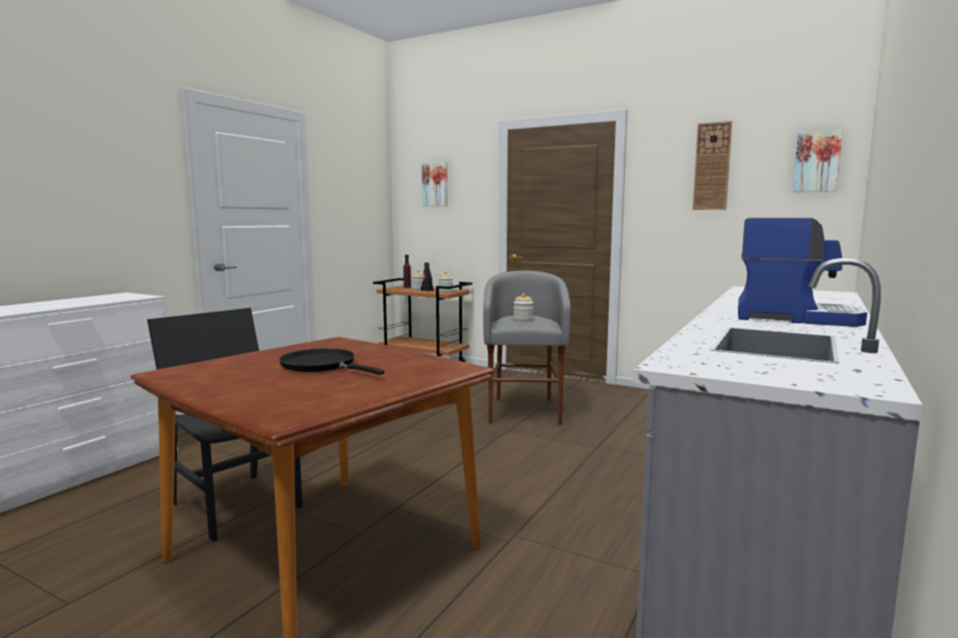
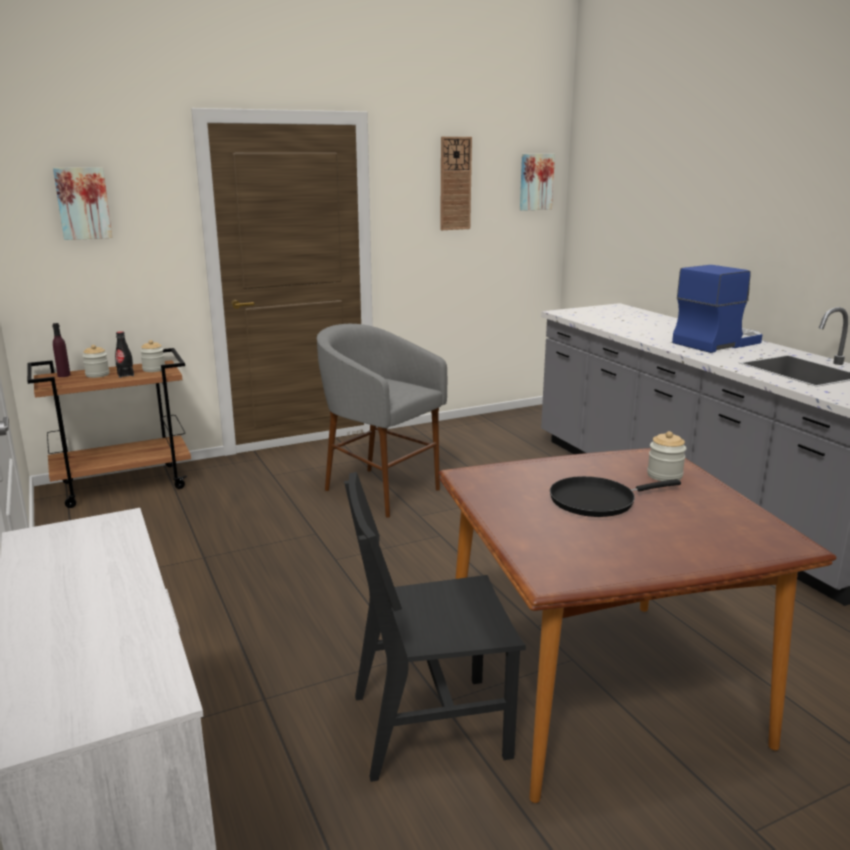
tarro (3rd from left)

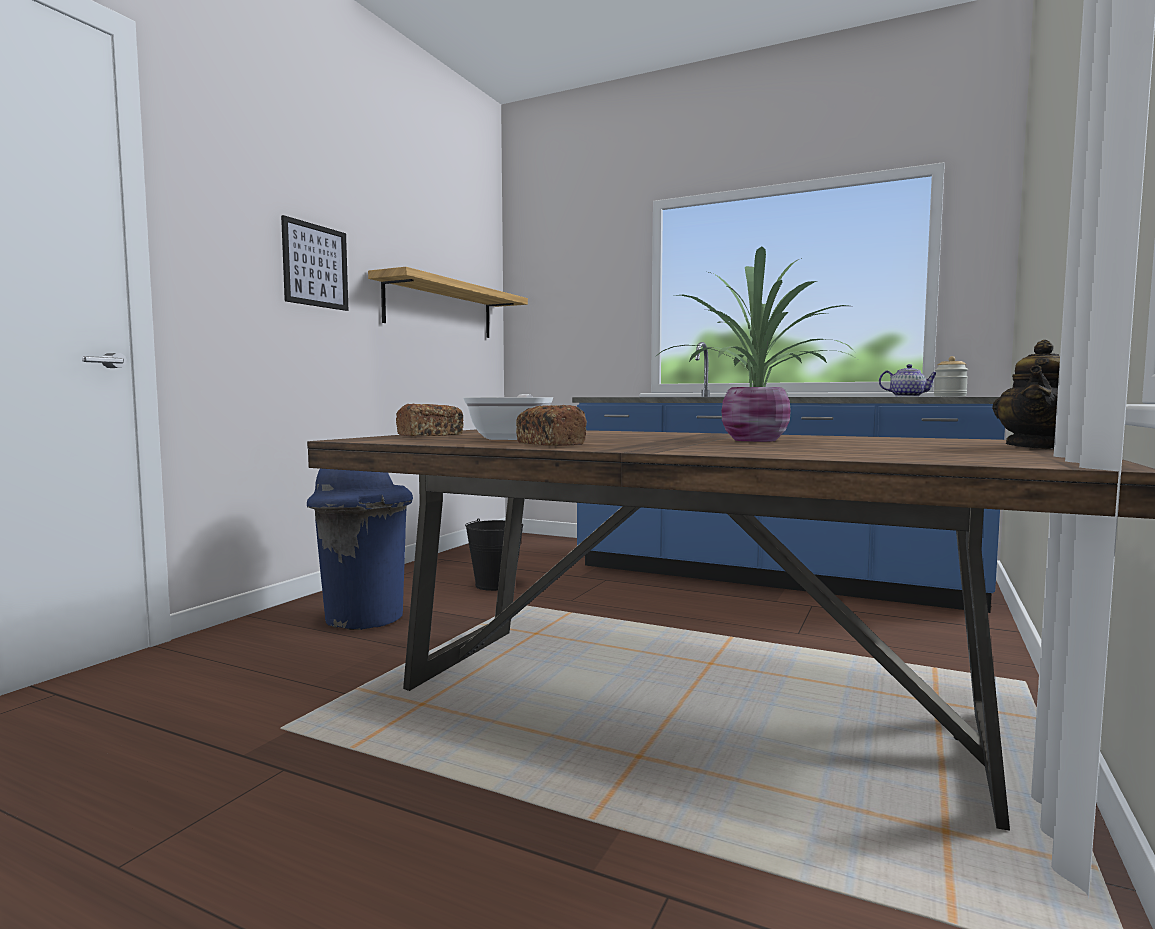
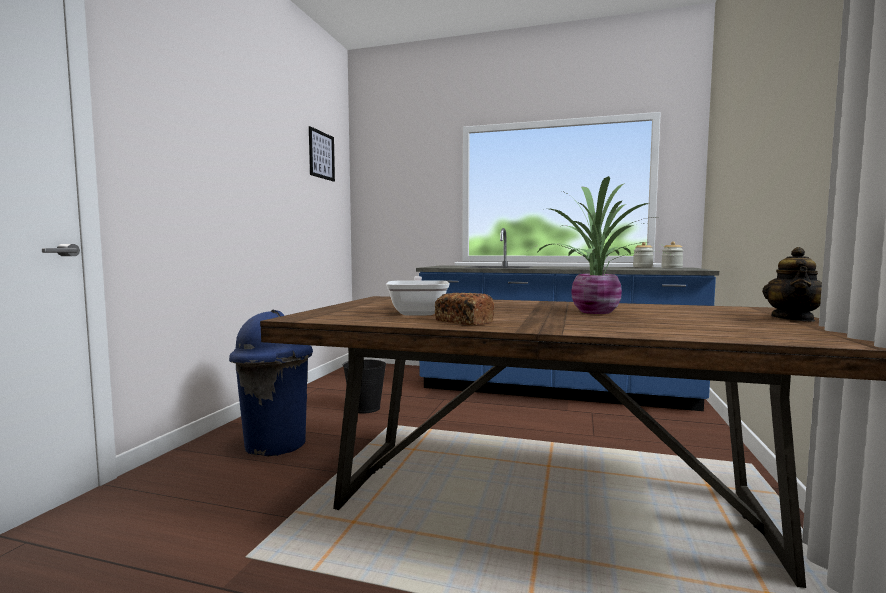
cuadro
tarro (1st from left)
estante
pan (1st from left in the first image)

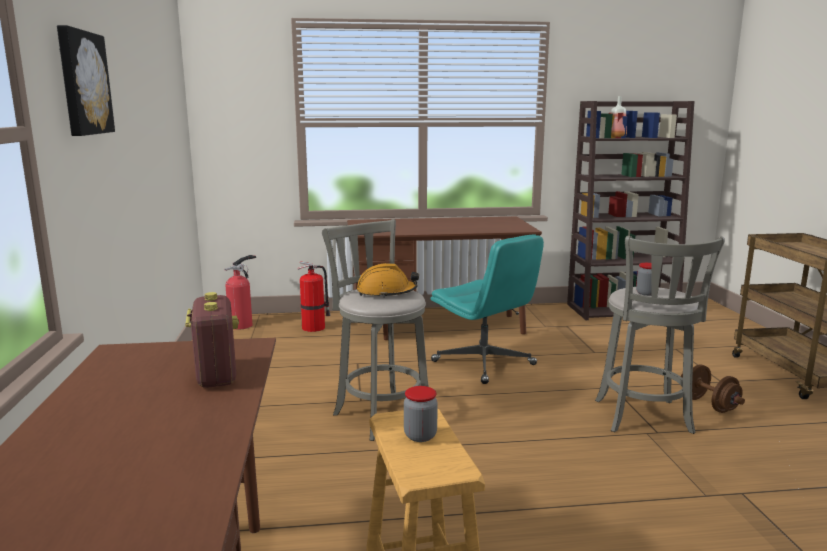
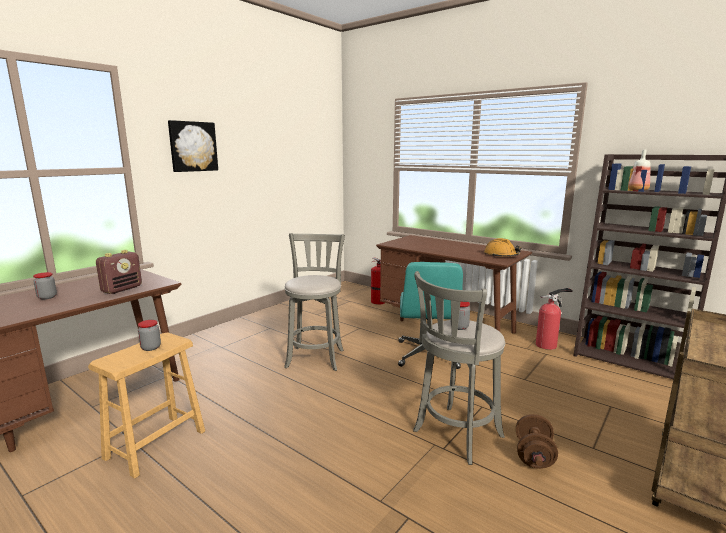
tarro (1st from left)
casco/naranja
extintor (2nd from left)

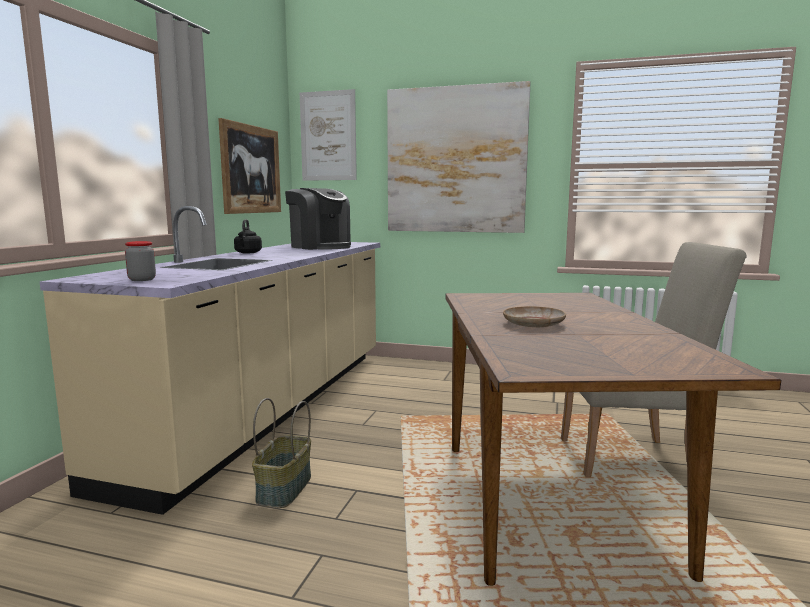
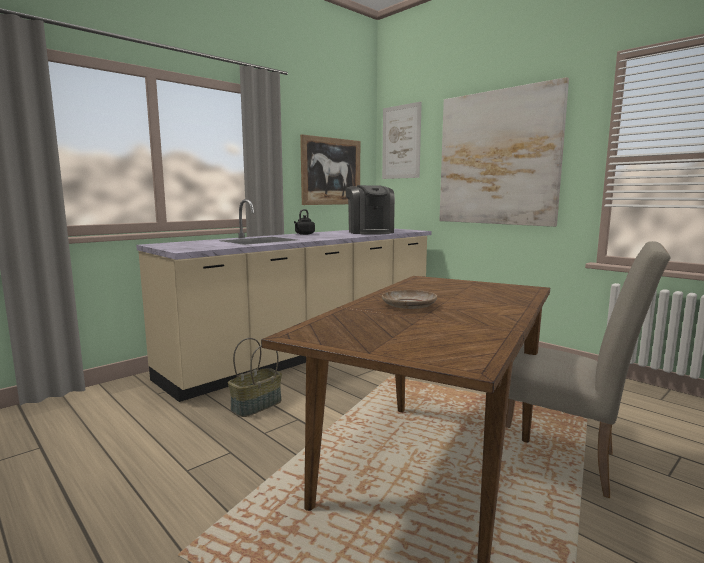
tarro

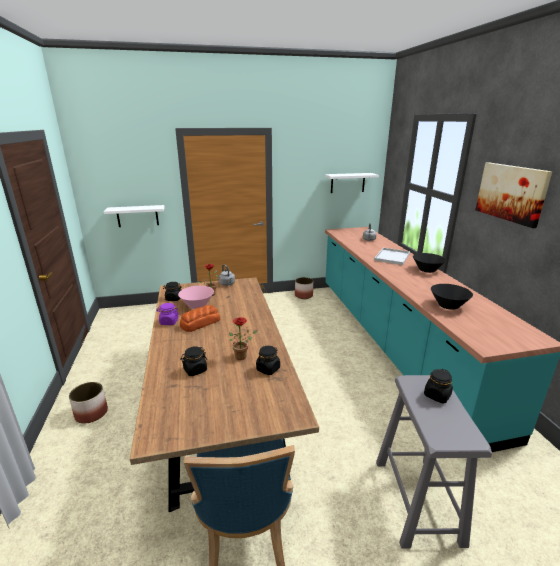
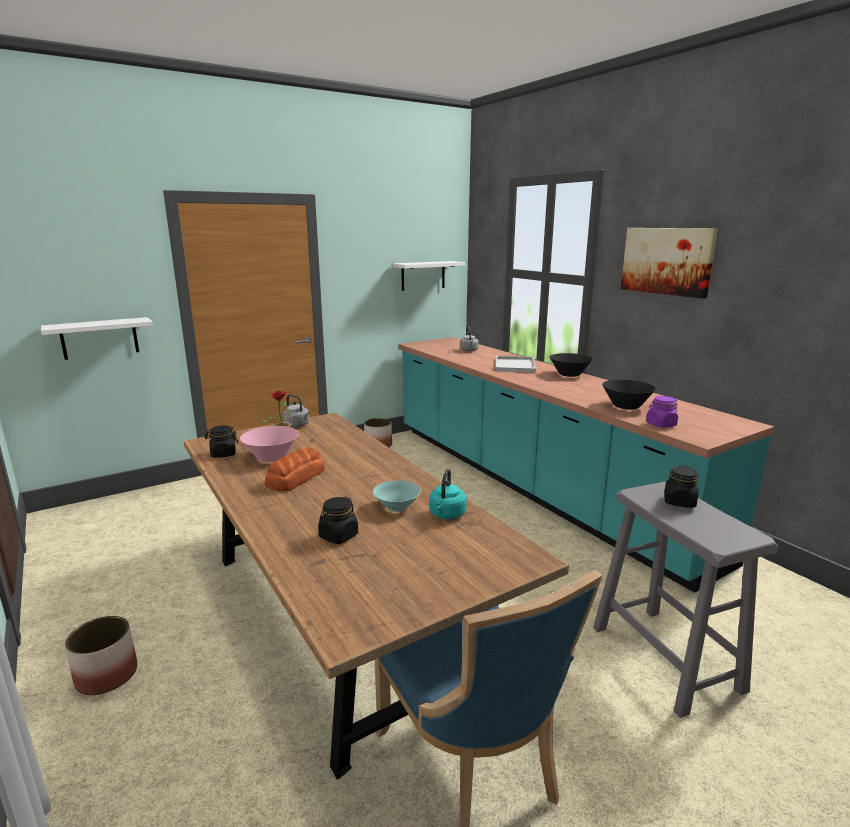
cuenco/turquesa
hervidor/turquesa
tarro/morado

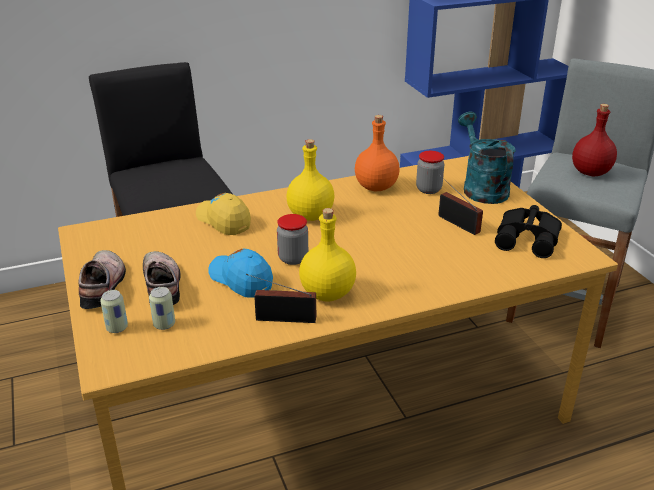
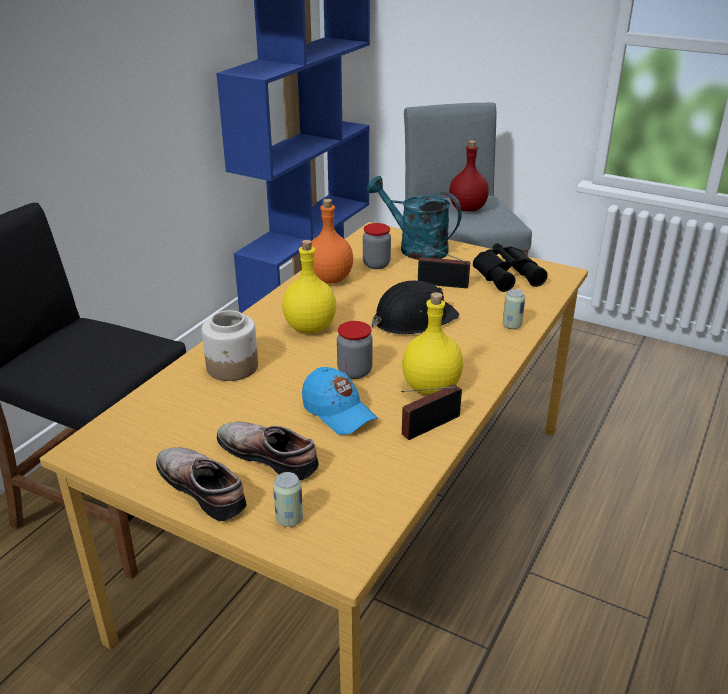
tarro (1st from left)
gorra/azul
casco/negro
lata (2nd from left)

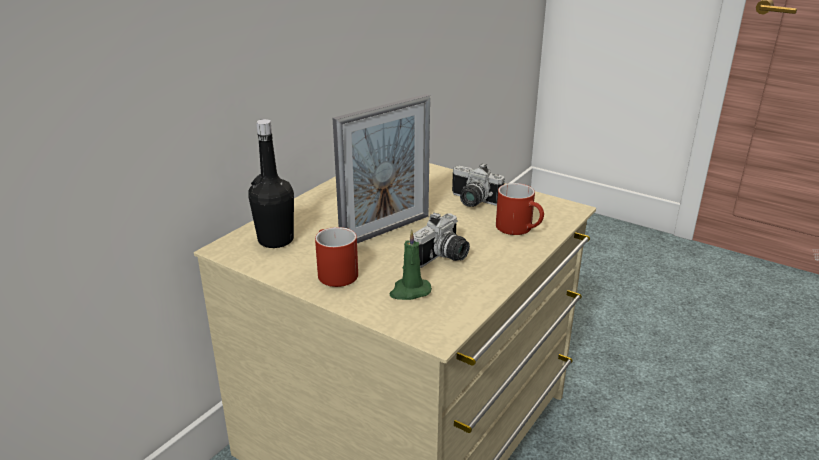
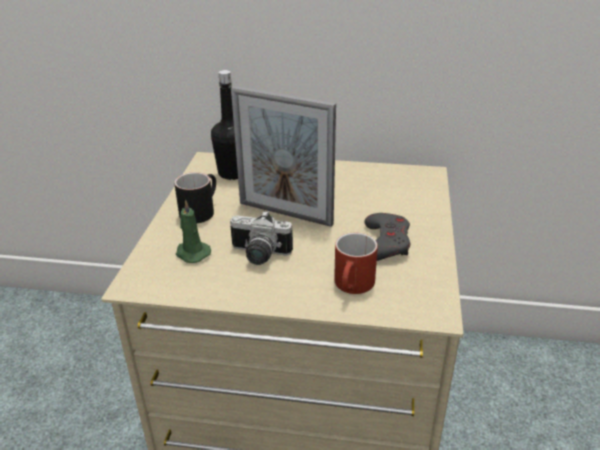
taza grande/negro
mando de consola/gris

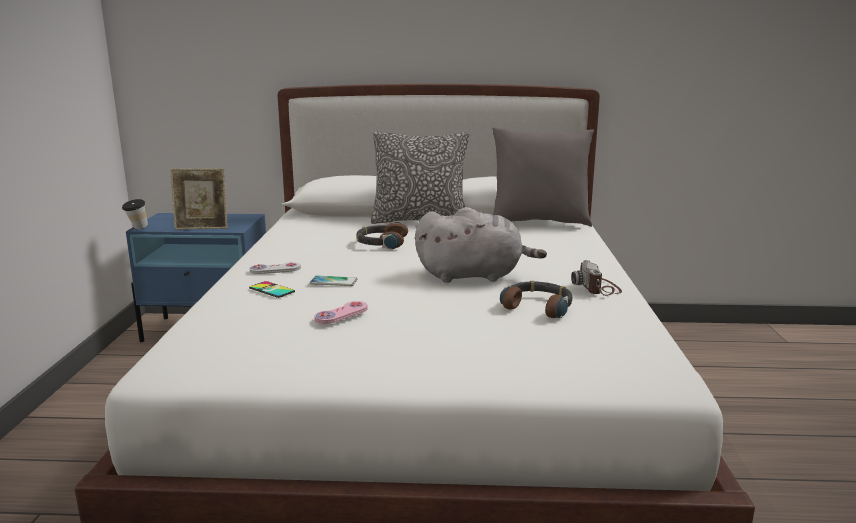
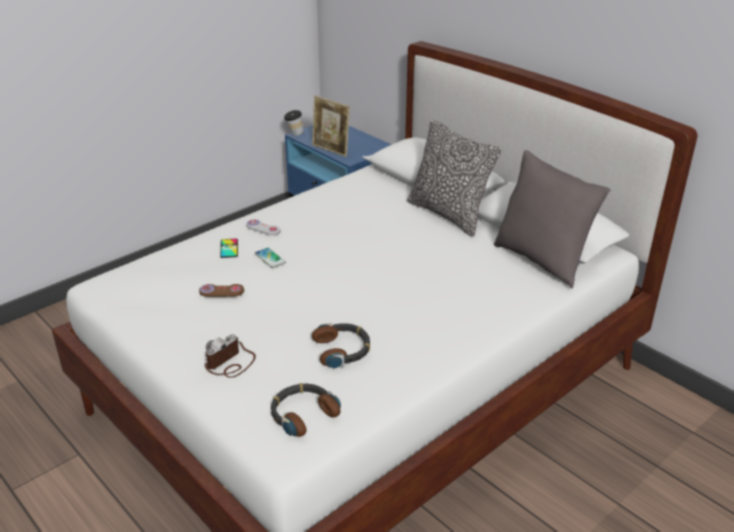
mando de consola/marrón
cámara
auriculares (1st from left)
peluche/gris

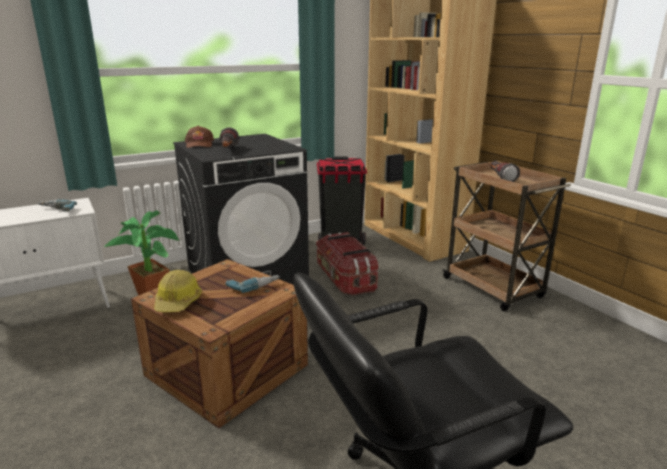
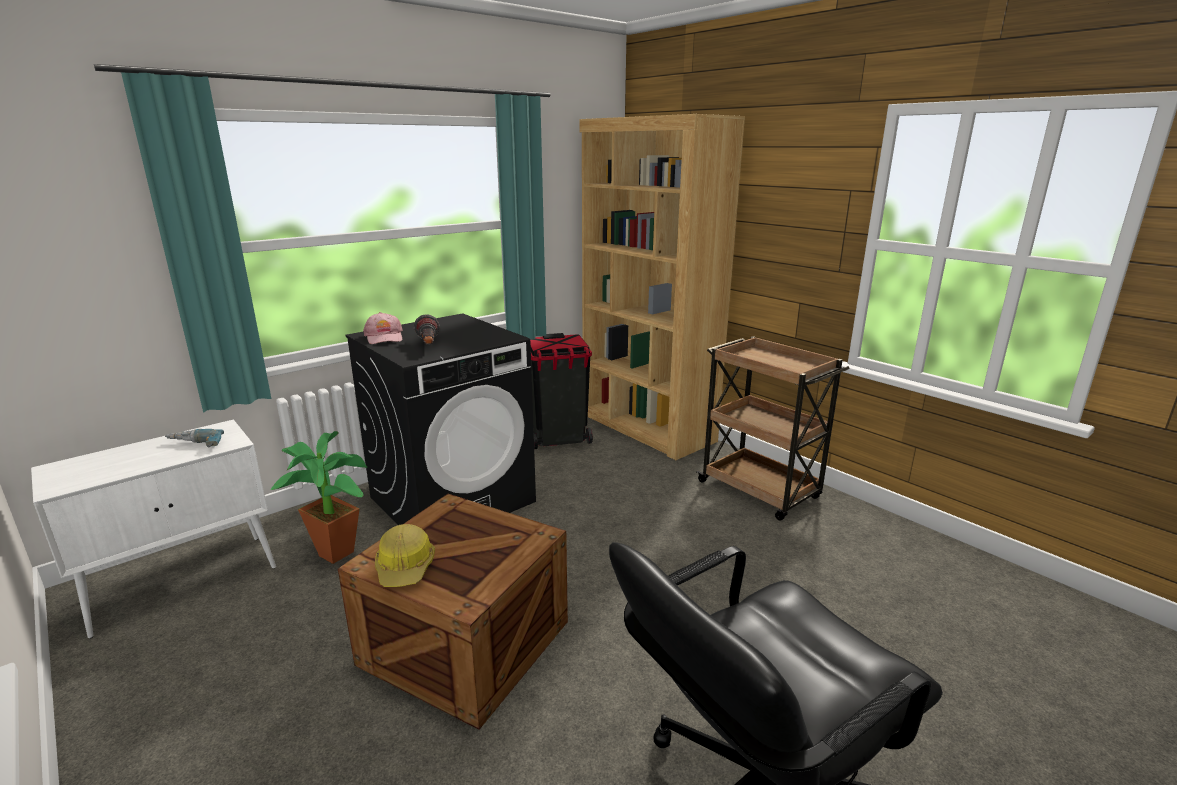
gorra/rosa
taladro (2nd from left in the first image)
caja de almacenaje
linterna (2nd from left in the first image)

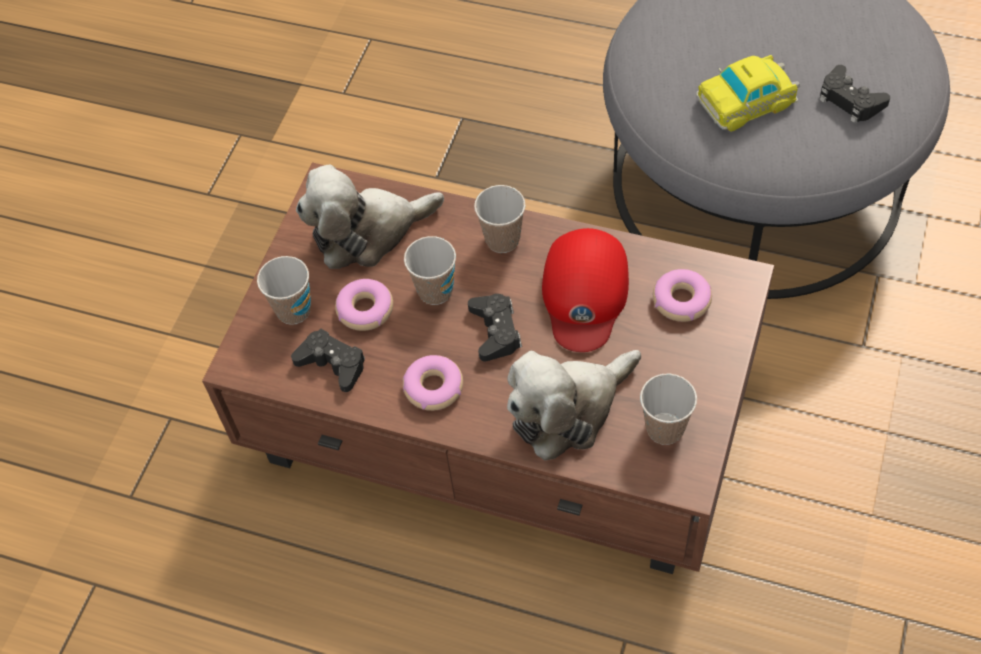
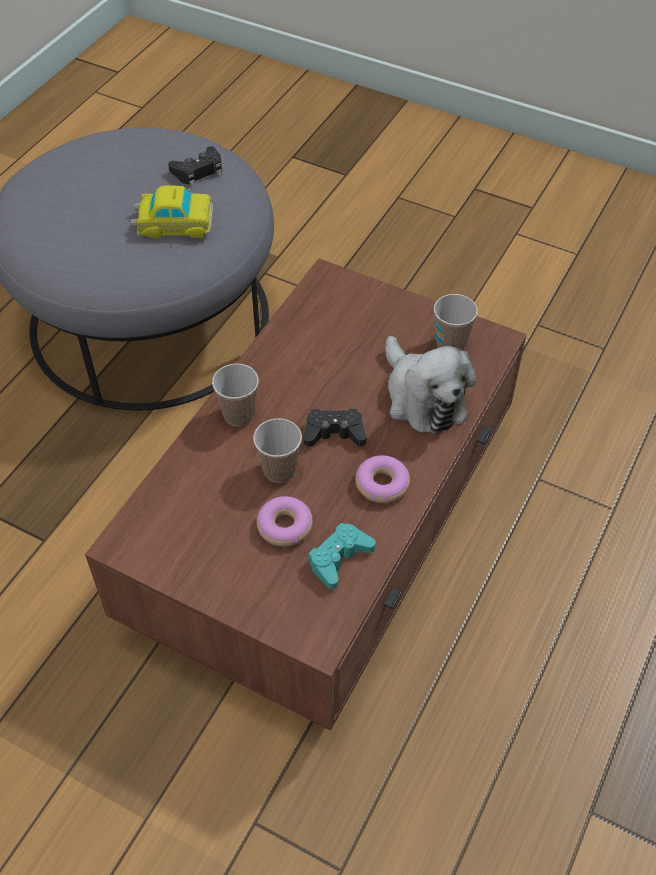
coche de juguete
mando de consola/turquesa
taza (1st from left in the first image)
peluche (1st from left in the first image)
gorra/rojo
rosquilla (3rd from left in the first image)

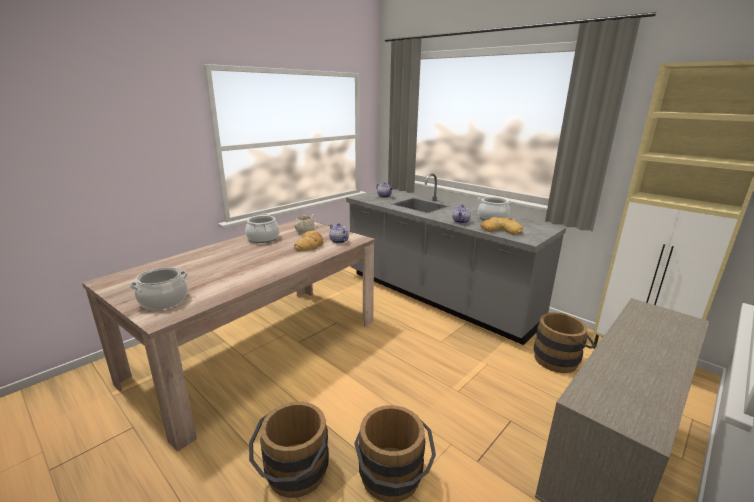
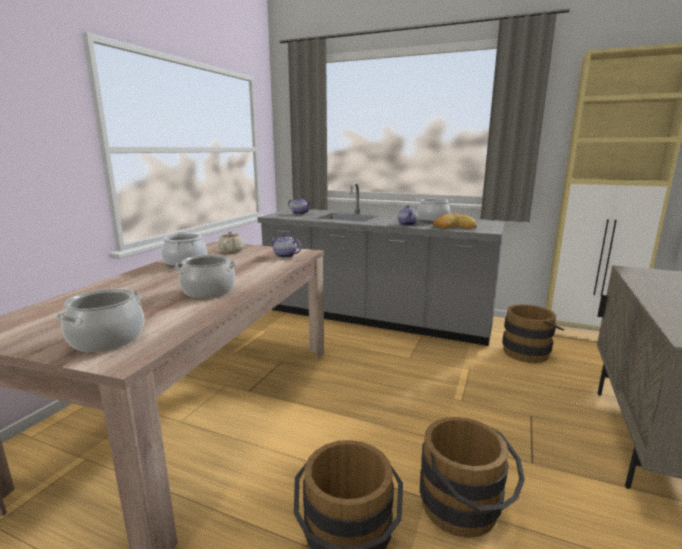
olla (3rd from left)
pan (1st from left in the first image)

